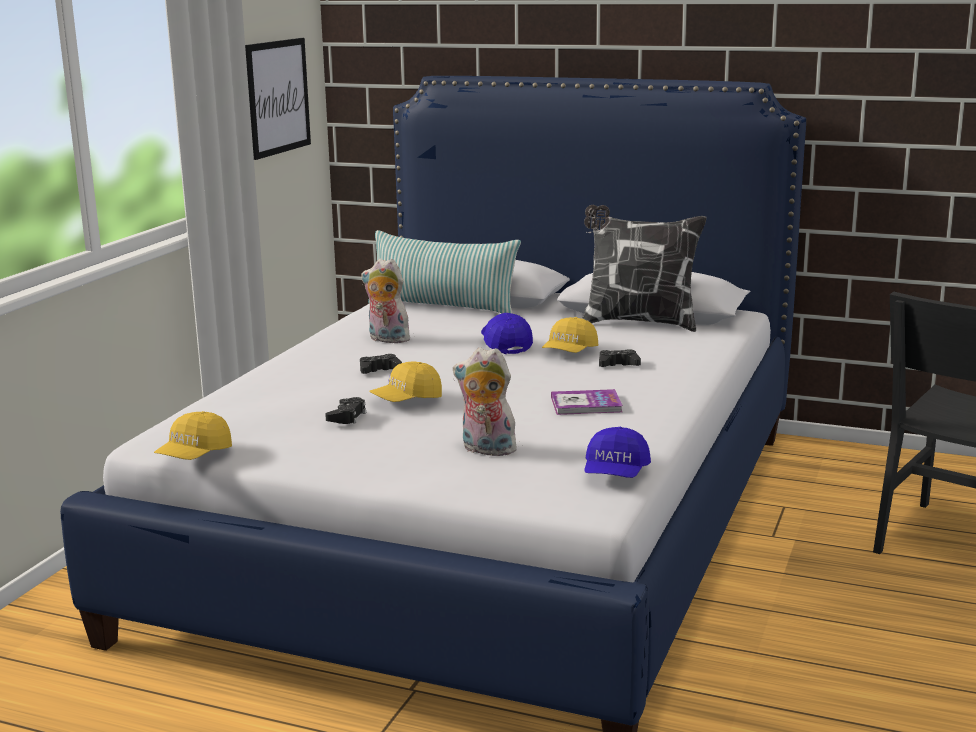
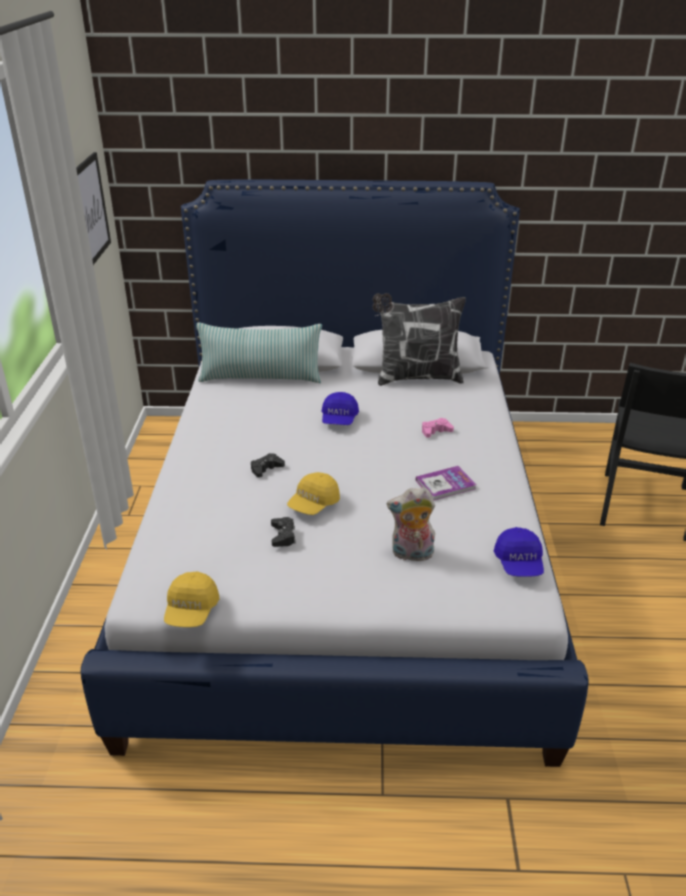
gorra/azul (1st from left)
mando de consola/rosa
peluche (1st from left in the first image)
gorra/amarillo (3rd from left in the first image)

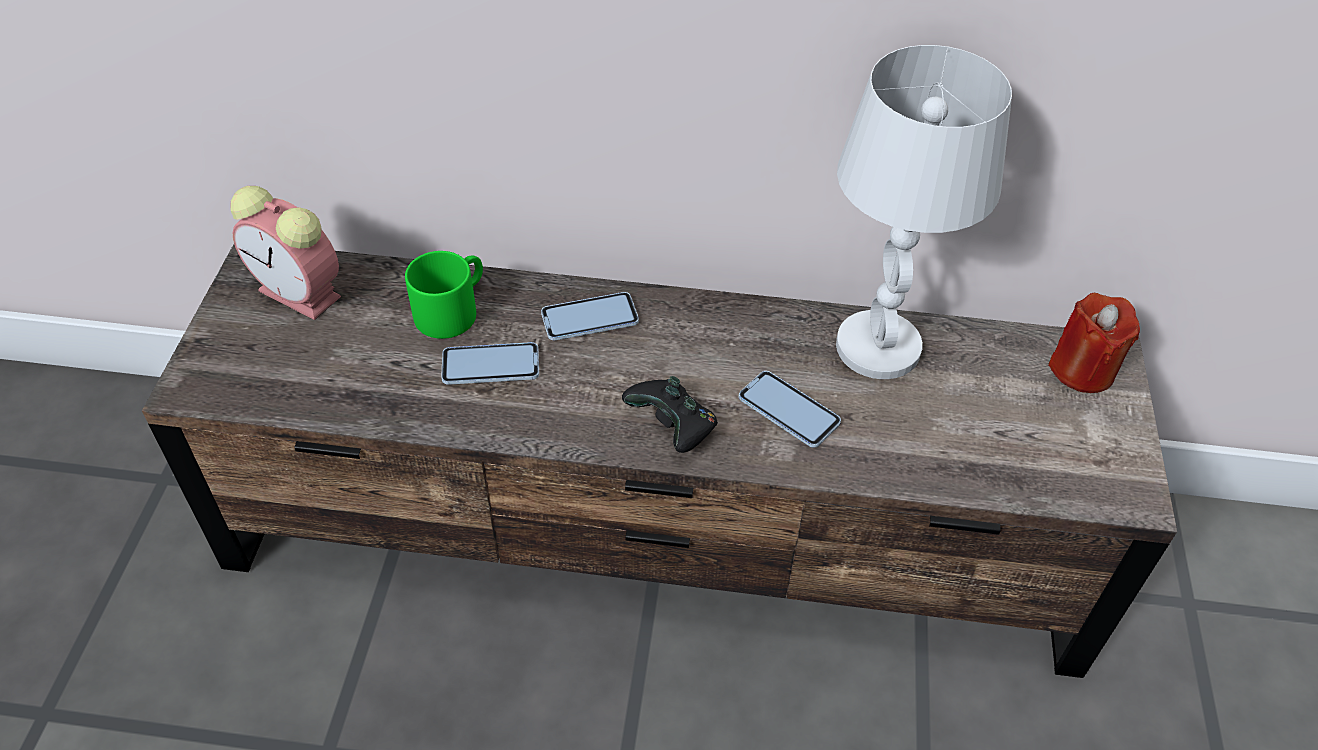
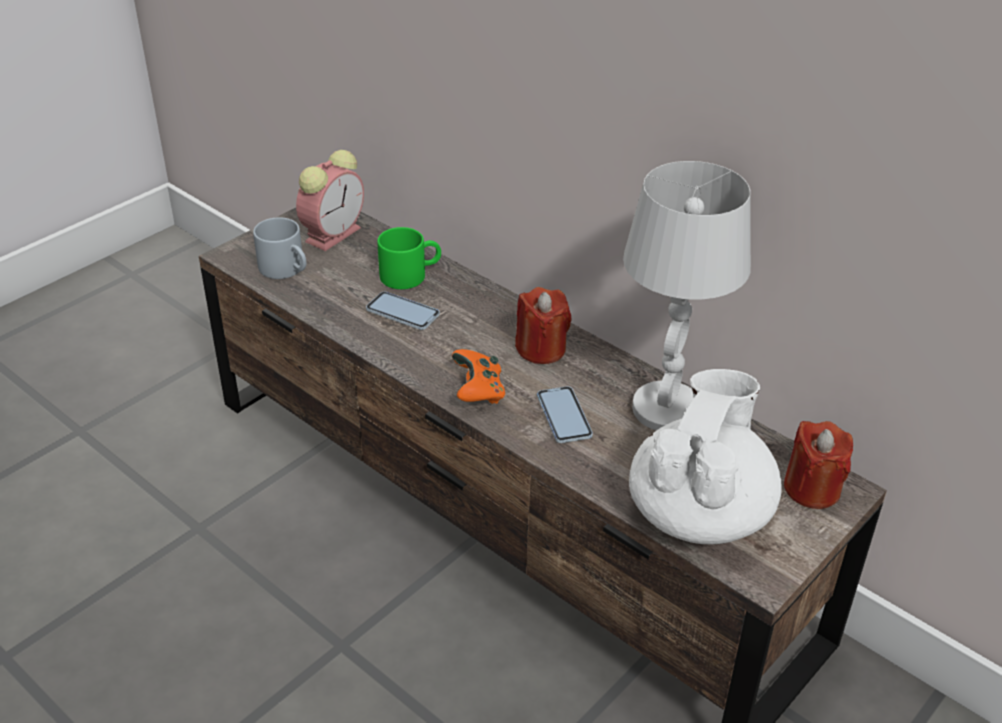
taza grande/gris
despertador
mando de consola/naranja
vela/rojo (1st from left)
tetera/blanco
móvil (2nd from left in the first image)

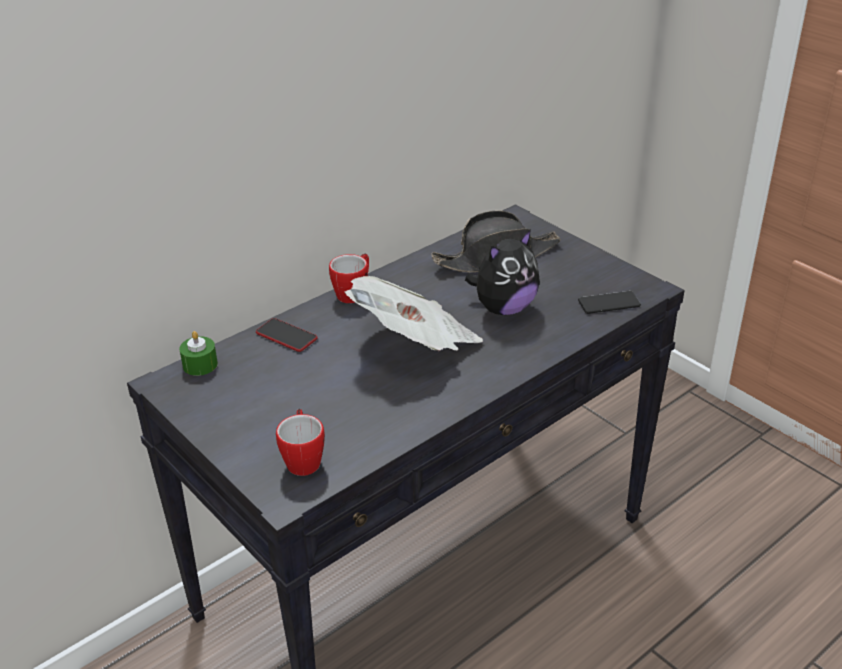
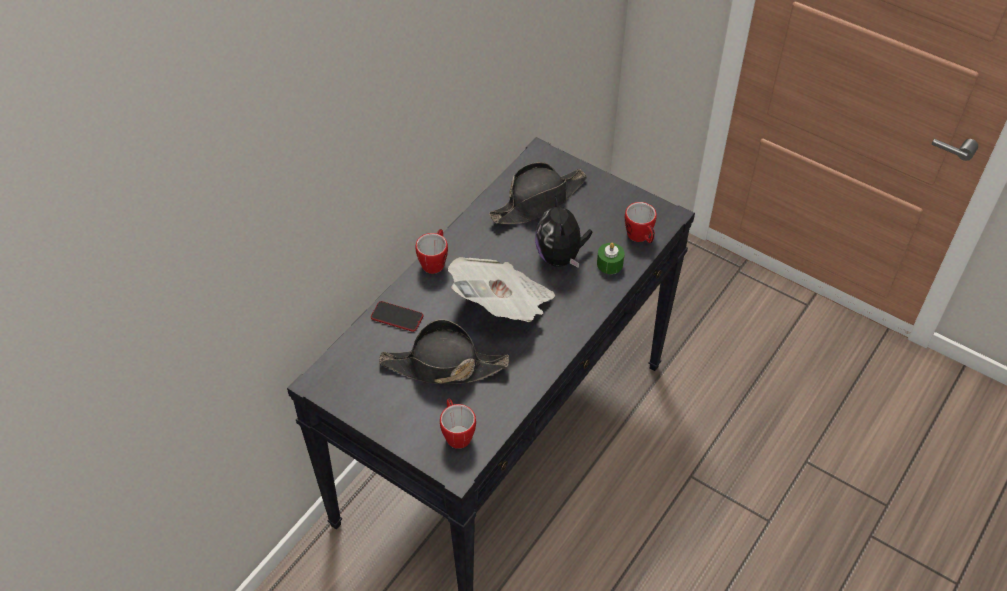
sombrero/negro (1st from left)
peluche
vela/verde
taza grande (3rd from left)

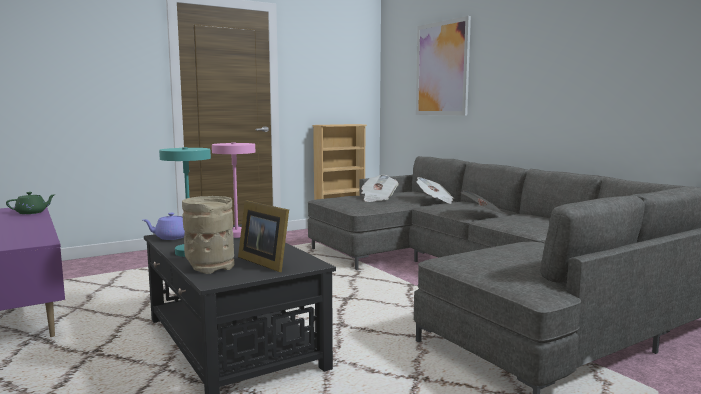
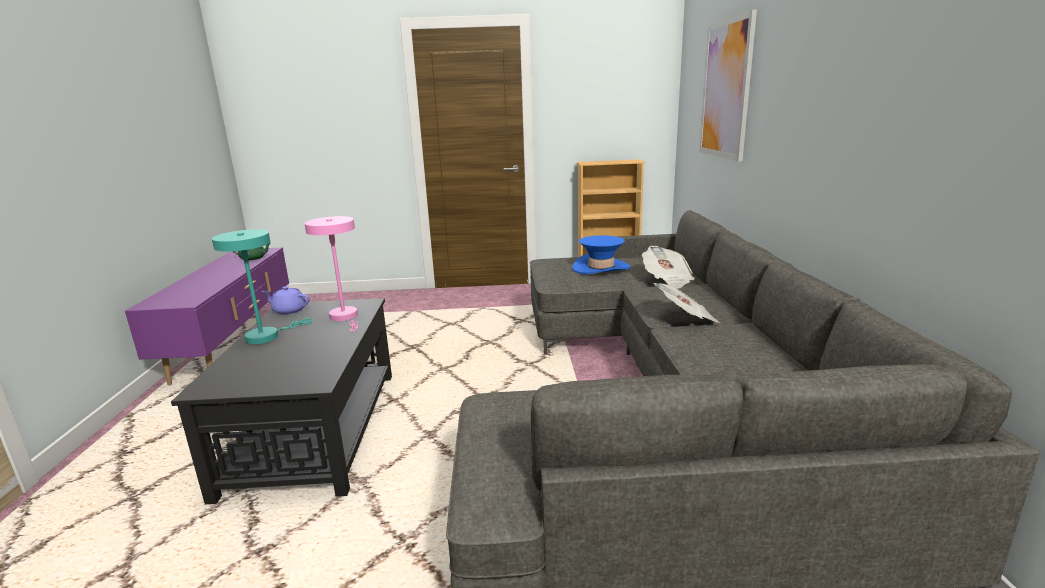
sombrero/azul
florero/beis
portarretratos

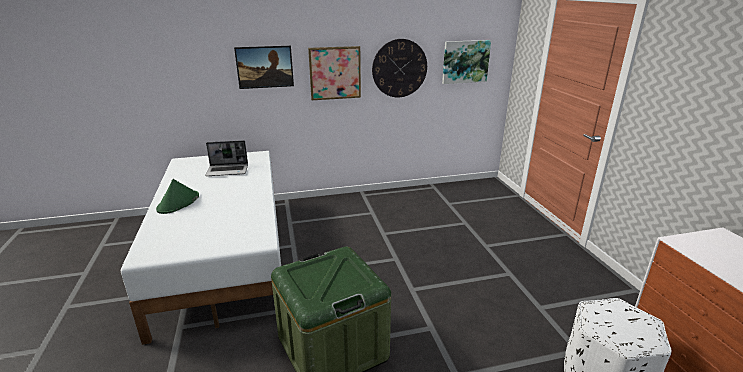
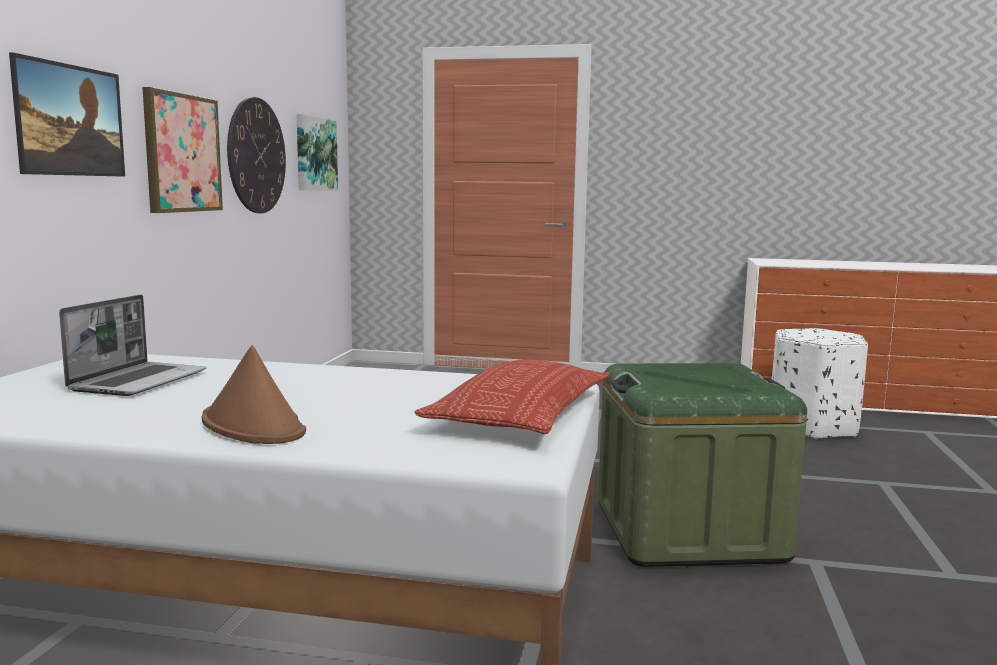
sombrero/marrón
cojín

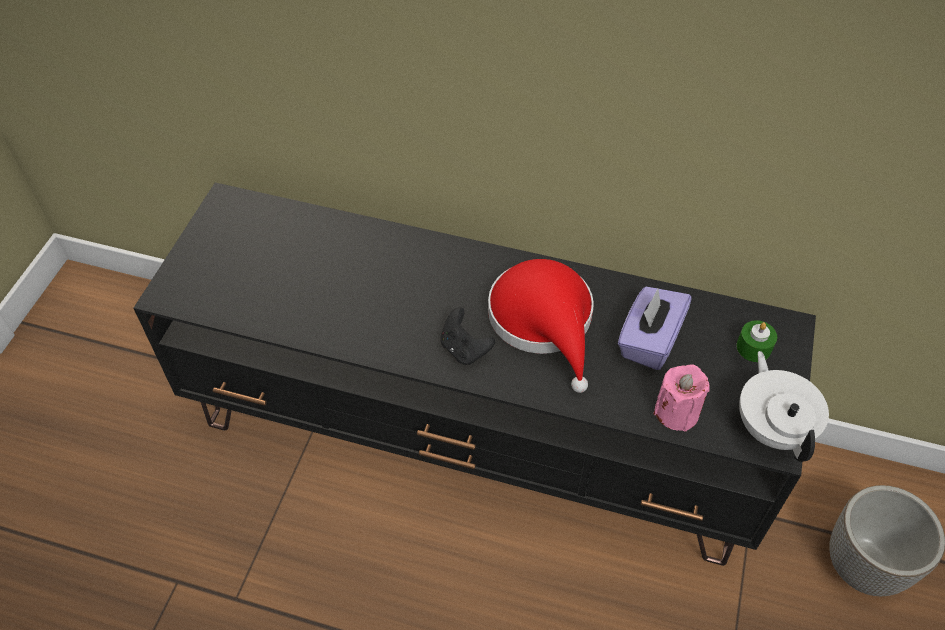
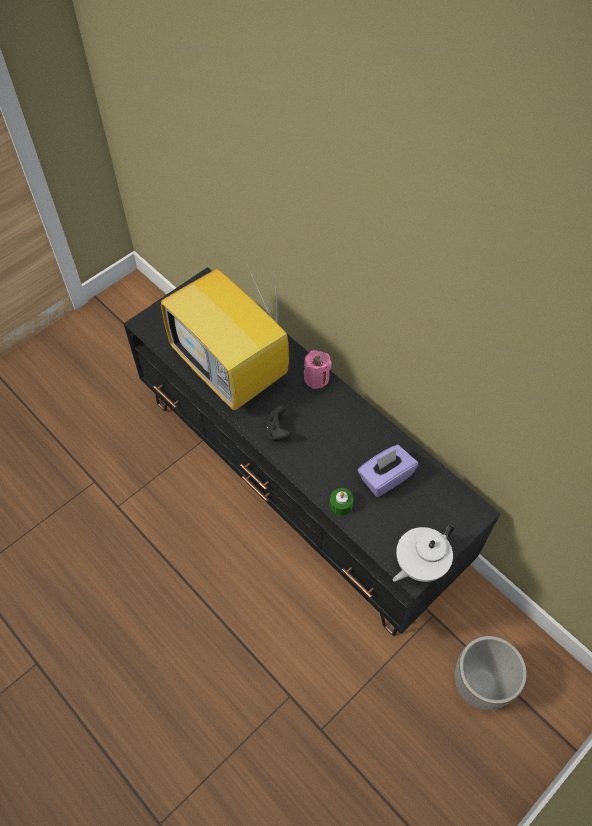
televisor
vela/rosa
vela/verde
tetera/blanco
sombrero/rojo

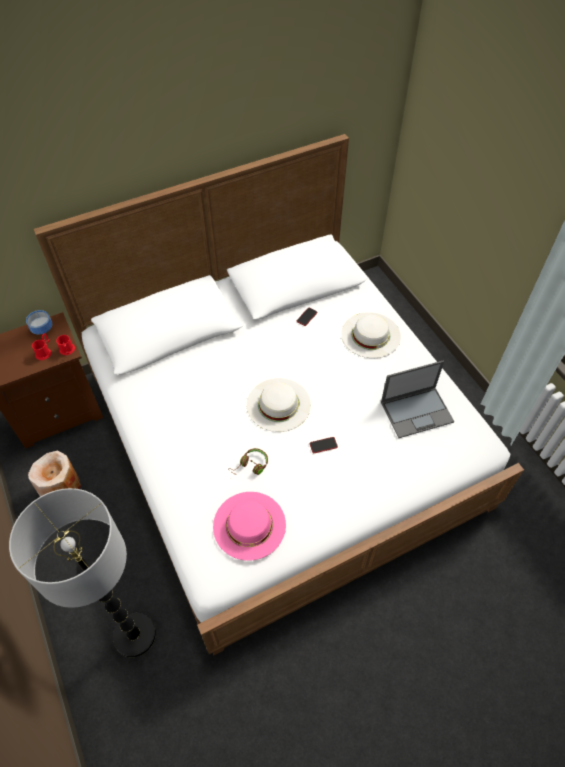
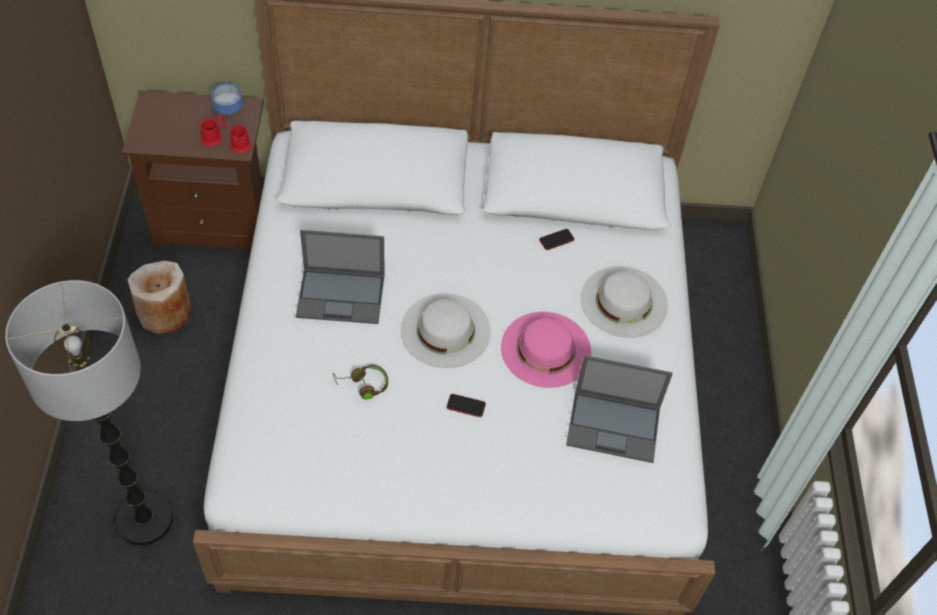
portátil (1st from left)
sombrero/rosa

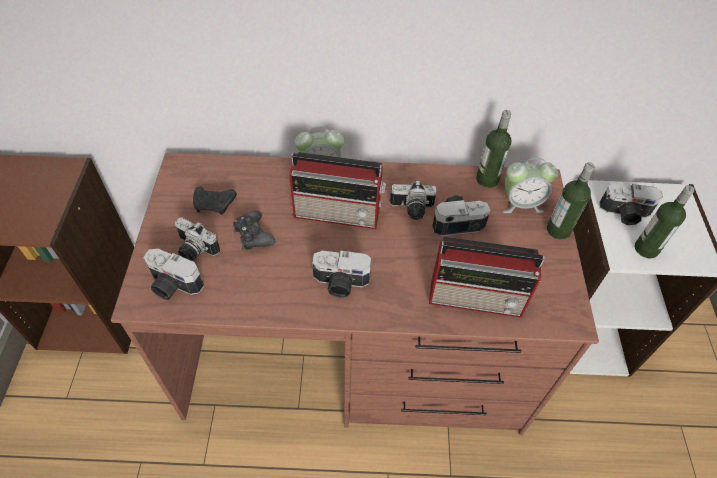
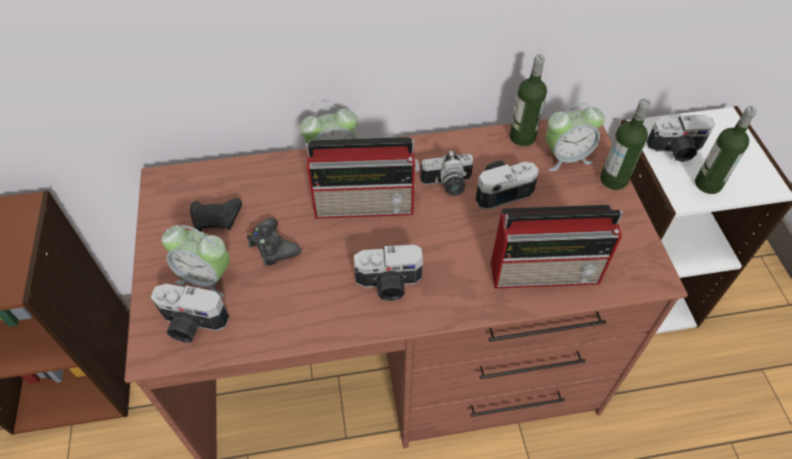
despertador (1st from left)

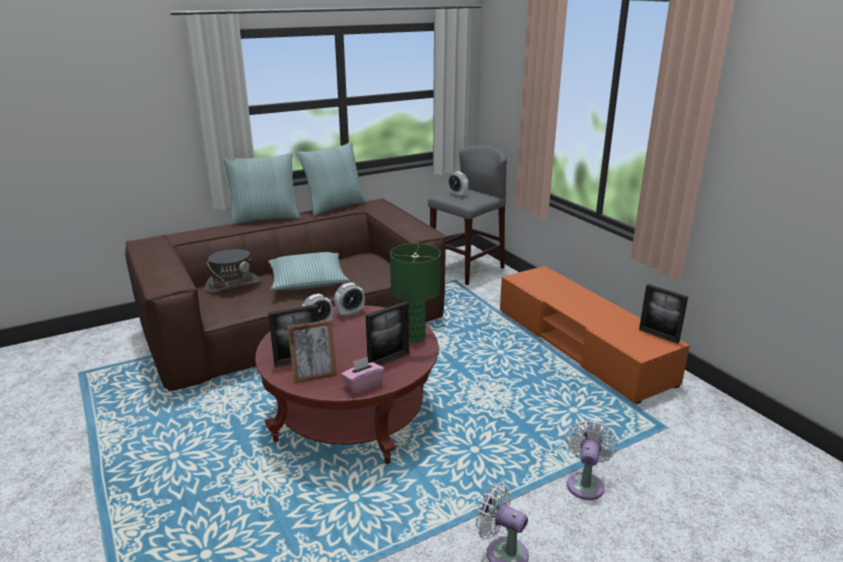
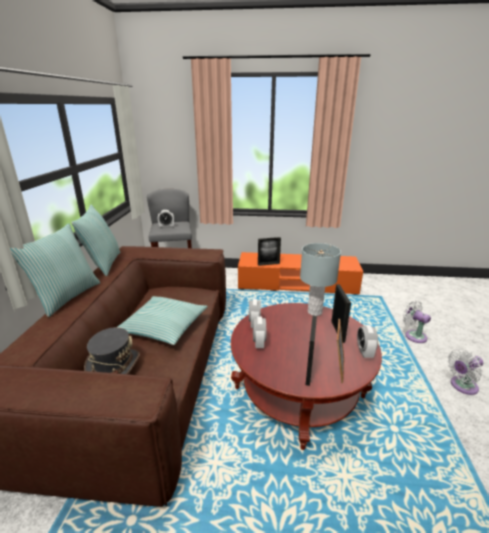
portarretratos (1st from left)
lámpara de mesa/gris
despertador (4th from left)

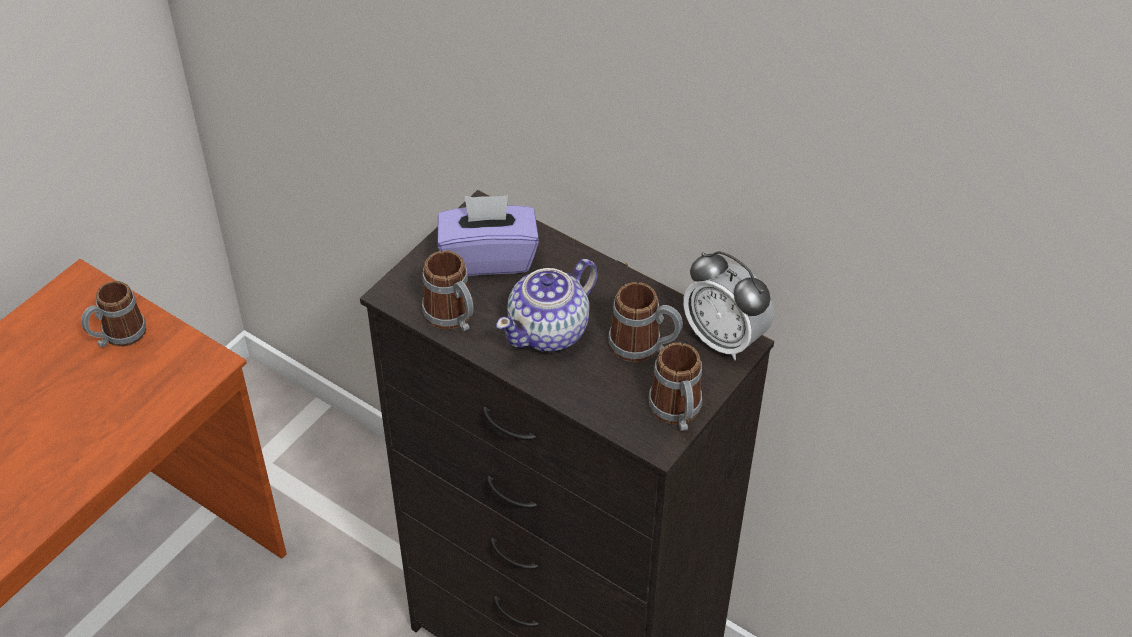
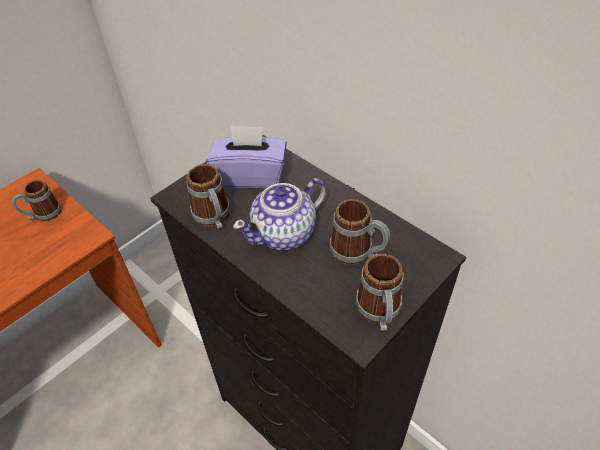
despertador

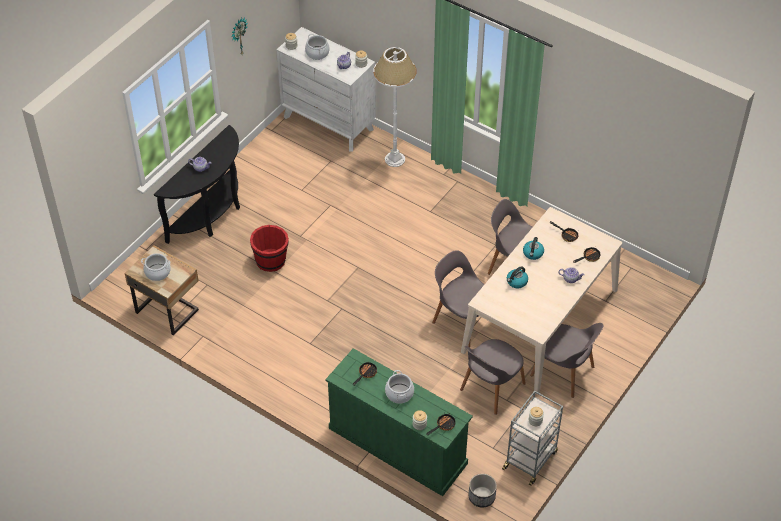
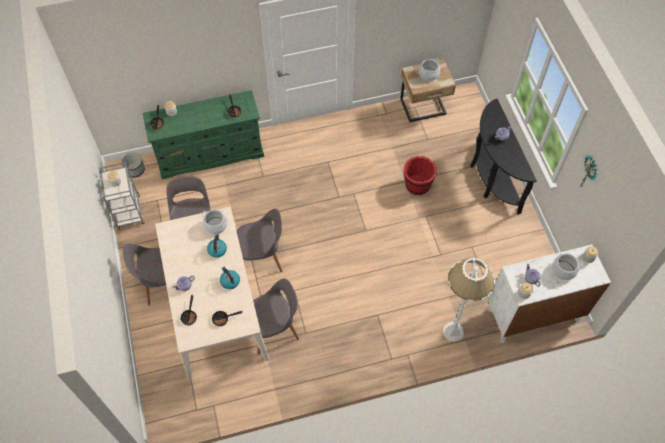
olla (1st from left)

